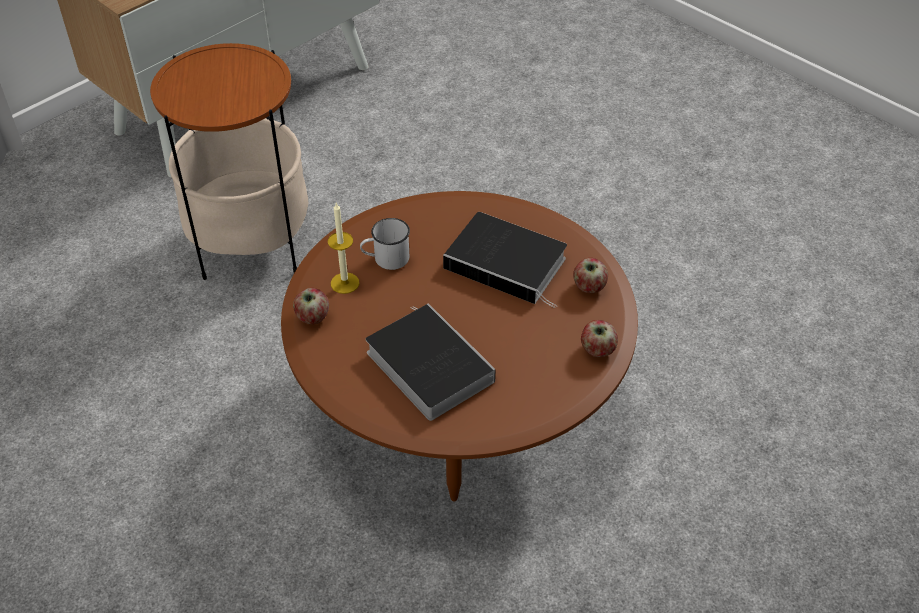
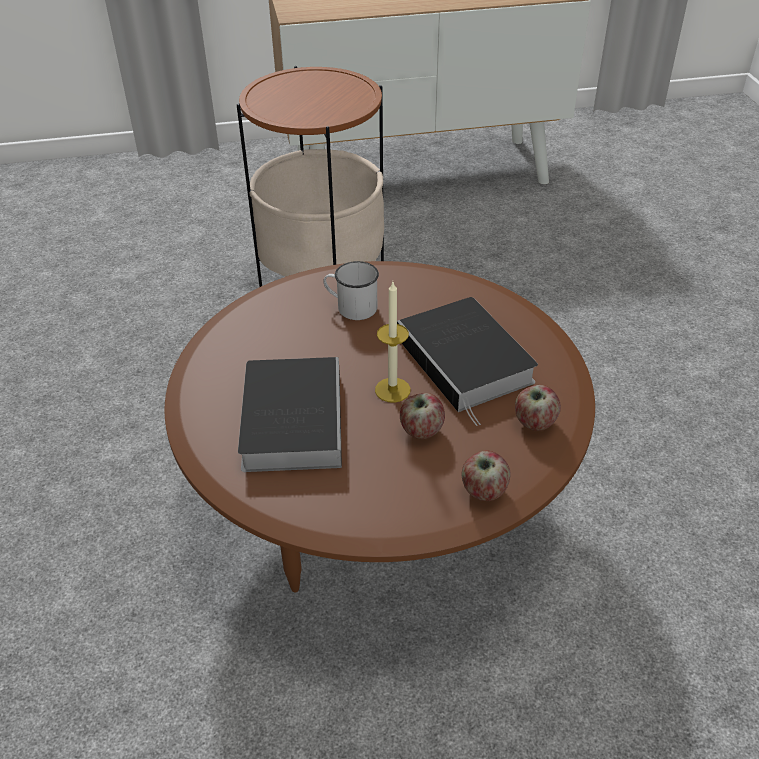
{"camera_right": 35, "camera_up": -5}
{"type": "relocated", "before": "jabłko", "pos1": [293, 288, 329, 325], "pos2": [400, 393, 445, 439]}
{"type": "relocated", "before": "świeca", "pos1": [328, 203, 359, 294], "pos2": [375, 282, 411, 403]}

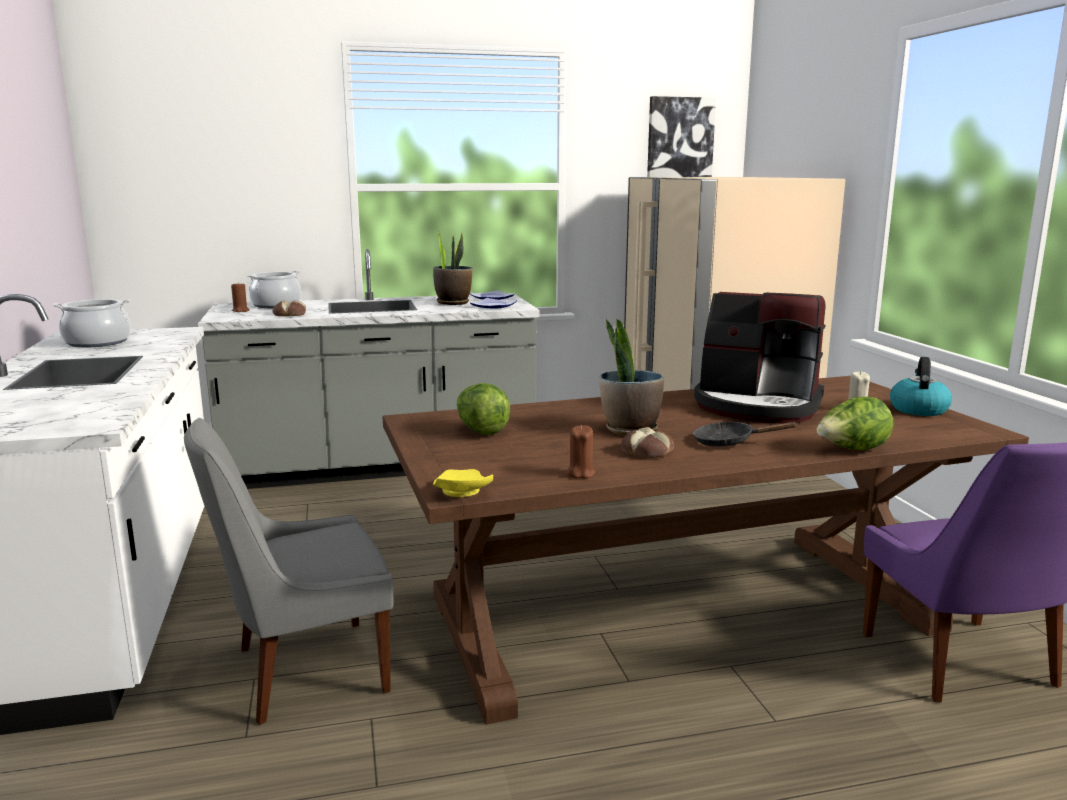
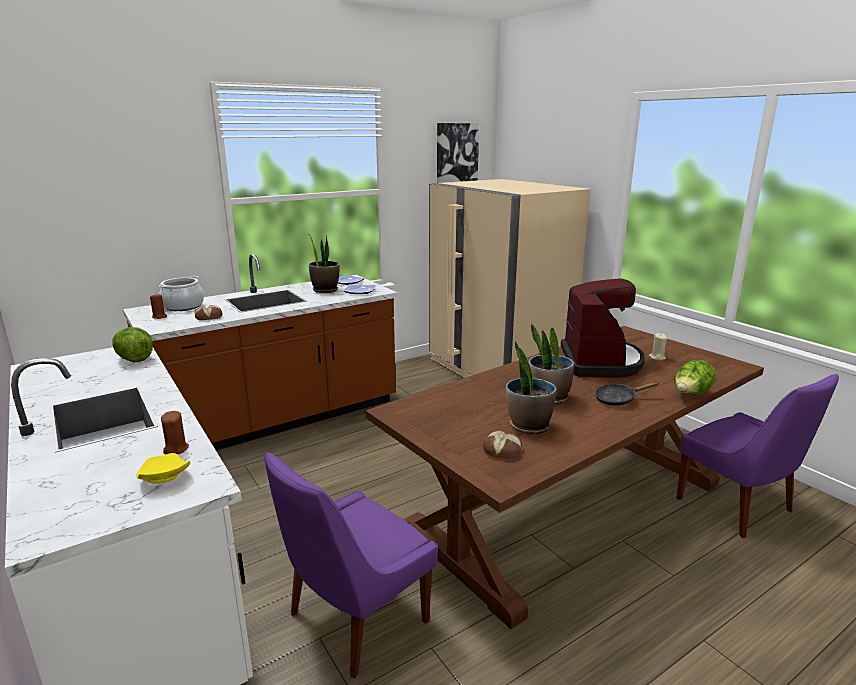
{"camera_right": -20, "camera_up": 5}
{"type": "missing", "before": "garnek", "pos1": [52, 299, 131, 347]}
{"type": "colour", "before": "krzesło/szary", "after": "krzesło/fioletowy", "pos1": [184, 418, 393, 725], "pos2": [264, 452, 438, 679]}
{"type": "colour", "before": "zabudowa kuchenna/szary", "after": "zabudowa kuchenna/brązowy", "pos1": [198, 249, 539, 489], "pos2": [123, 254, 397, 450]}
{"type": "relocated", "before": "talerz/żółty", "pos1": [433, 469, 493, 497], "pos2": [136, 453, 190, 484]}
{"type": "relocated", "before": "sałata", "pos1": [457, 383, 511, 435], "pos2": [112, 327, 153, 362]}
{"type": "relocated", "before": "świeca/brązowy", "pos1": [566, 425, 595, 478], "pos2": [161, 411, 189, 454]}
{"type": "relocated", "before": "chleb", "pos1": [621, 427, 674, 459], "pos2": [483, 430, 522, 459]}
{"type": "spun", "before": "ekspres do kawy", "pos1": [694, 292, 826, 424], "pos2": [561, 278, 645, 378], "turn": -90}
{"type": "missing", "before": "czajnik", "pos1": [890, 357, 952, 416]}
{"type": "appeared", "after": "roślina doniczkowa", "pos2": [506, 341, 557, 434]}

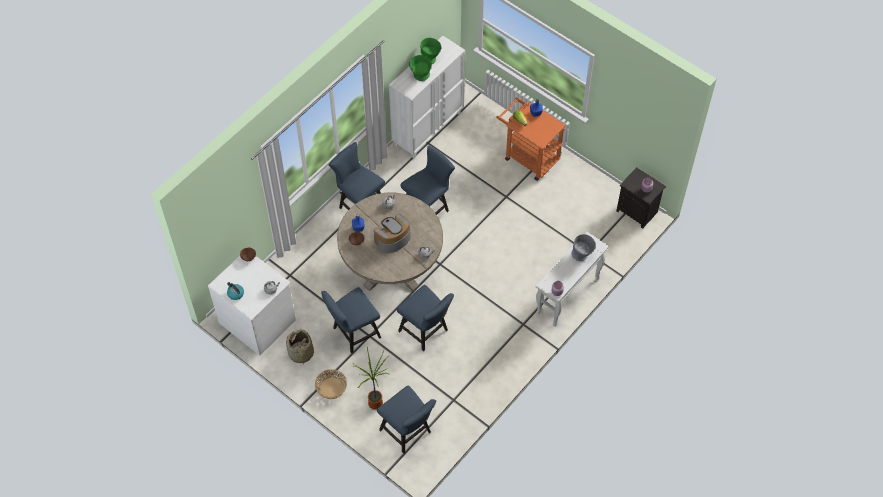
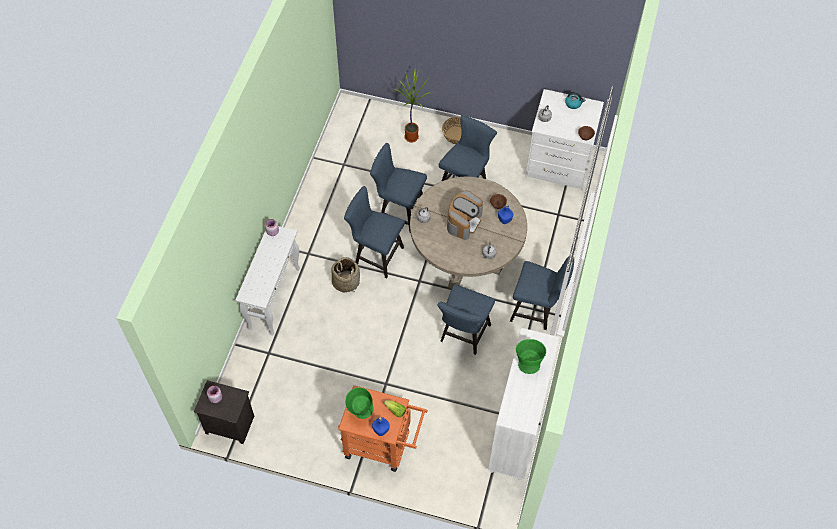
{"camera_right": 155, "camera_up": 0}
{"type": "relocated", "before": "koszyk", "pos1": [286, 329, 314, 366], "pos2": [332, 257, 360, 293]}
{"type": "relocated", "before": "krzesło/niebieski", "pos1": [377, 385, 436, 454], "pos2": [344, 186, 405, 279]}
{"type": "relocated", "before": "miska/zielony", "pos1": [421, 38, 442, 64], "pos2": [345, 388, 374, 419]}
{"type": "missing", "before": "miska/szary", "pos1": [571, 234, 596, 261]}

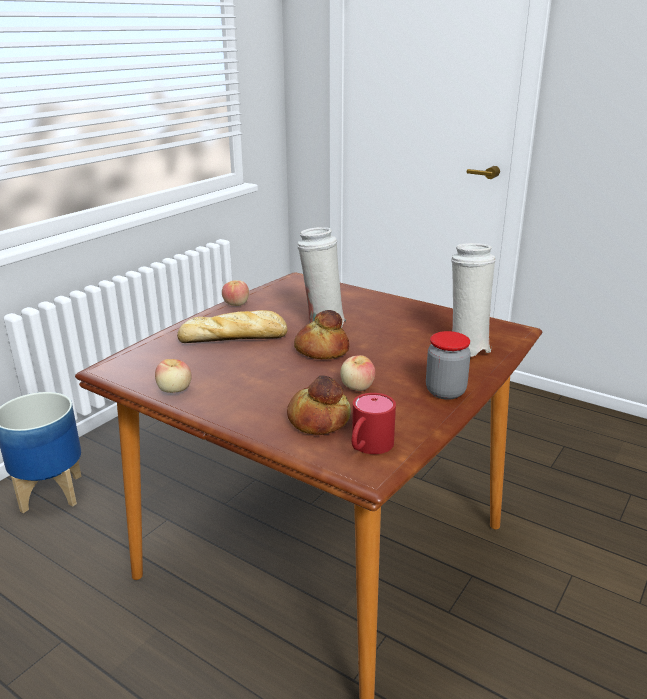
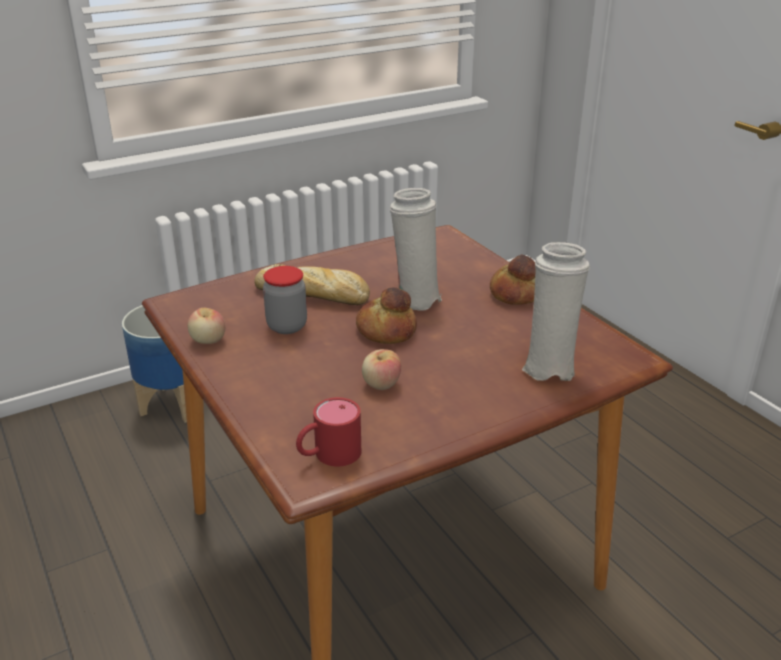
{"camera_right": 25, "camera_up": 5}
{"type": "missing", "before": "jabłko", "pos1": [222, 280, 249, 306]}
{"type": "relocated", "before": "chleb", "pos1": [287, 376, 351, 435], "pos2": [490, 254, 536, 305]}
{"type": "relocated", "before": "słoik", "pos1": [426, 331, 471, 400], "pos2": [263, 266, 307, 334]}

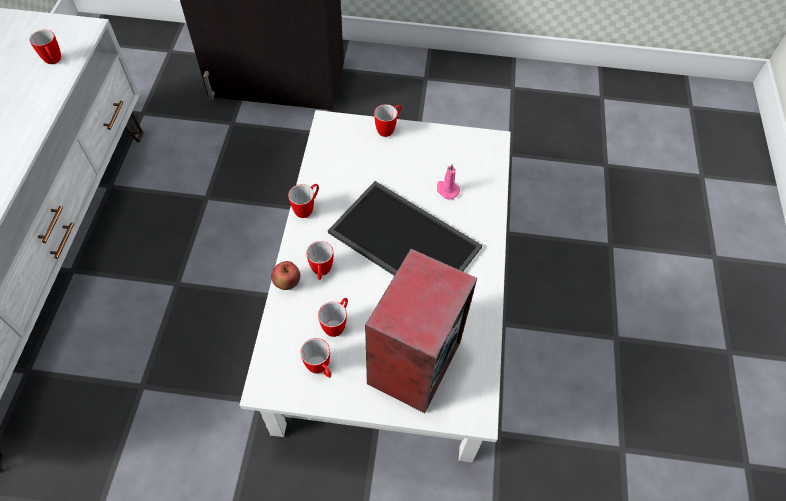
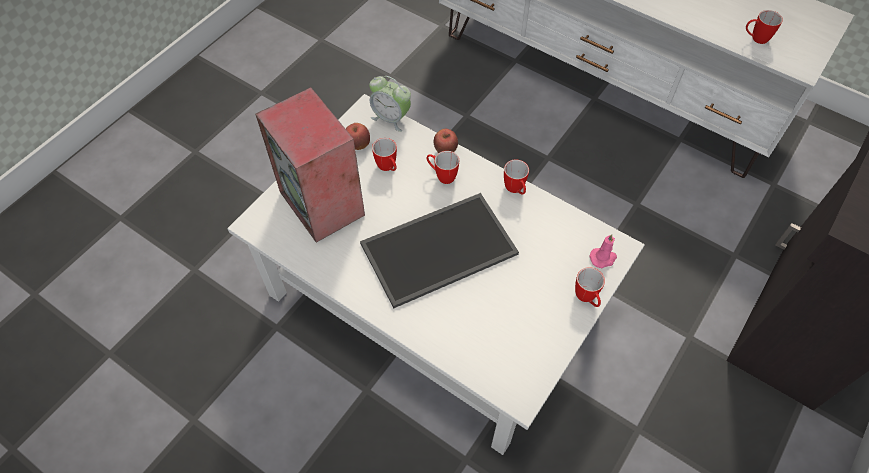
{"camera_right": 120, "camera_up": 0}
{"type": "exchanged", "before": "kubek", "after": "jabłko", "pos1": [300, 338, 331, 378], "pos2": [346, 123, 370, 150]}
{"type": "relocated", "before": "świeca/różowy", "pos1": [437, 164, 460, 199], "pos2": [590, 234, 617, 268]}
{"type": "appeared", "after": "budzik", "pos2": [369, 76, 411, 132]}

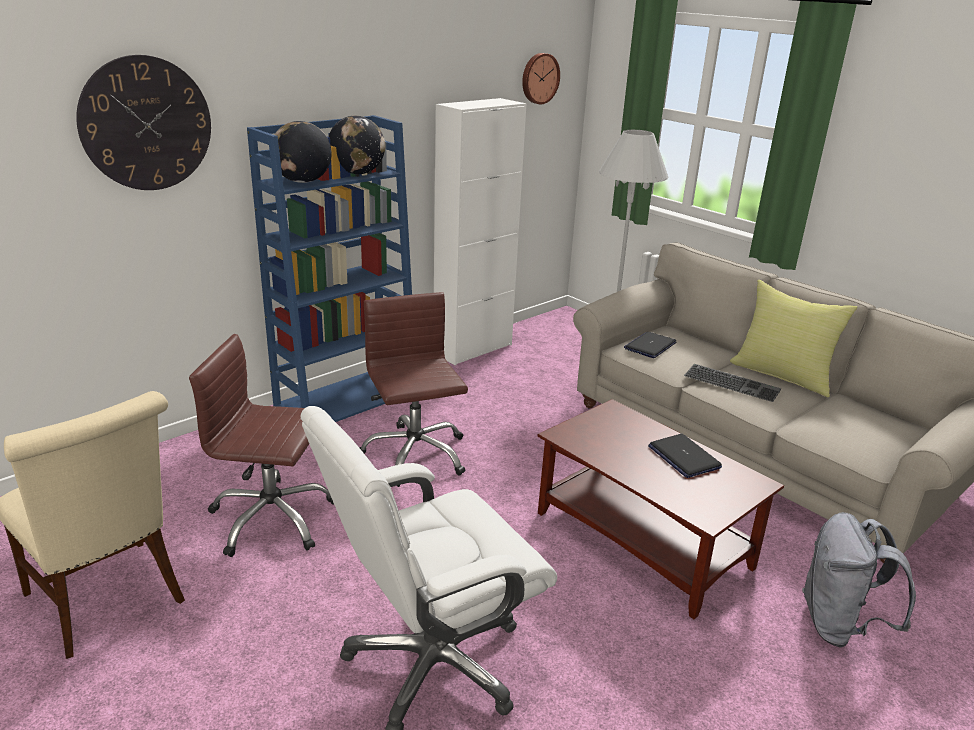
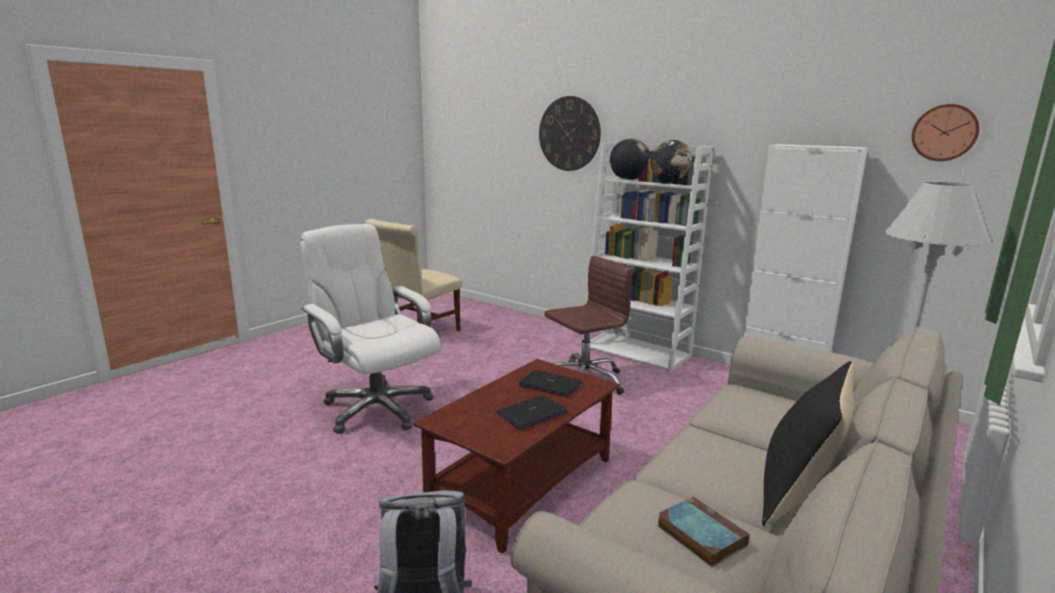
{"camera_right": 80, "camera_up": -10}
{"type": "missing", "before": "krzesło biurowe/brązowy", "pos1": [189, 334, 334, 557]}
{"type": "colour", "before": "regał/niebieski", "after": "regał/biały", "pos1": [247, 115, 412, 422], "pos2": [583, 142, 714, 373]}
{"type": "relocated", "before": "laptop", "pos1": [624, 332, 676, 358], "pos2": [519, 370, 582, 397]}
{"type": "missing", "before": "klawiatura", "pos1": [684, 364, 781, 402]}
{"type": "colour", "before": "poduszka/żółty", "after": "poduszka/czarny", "pos1": [730, 280, 858, 397], "pos2": [762, 361, 854, 527]}
{"type": "appeared", "after": "książka", "pos2": [658, 497, 749, 568]}

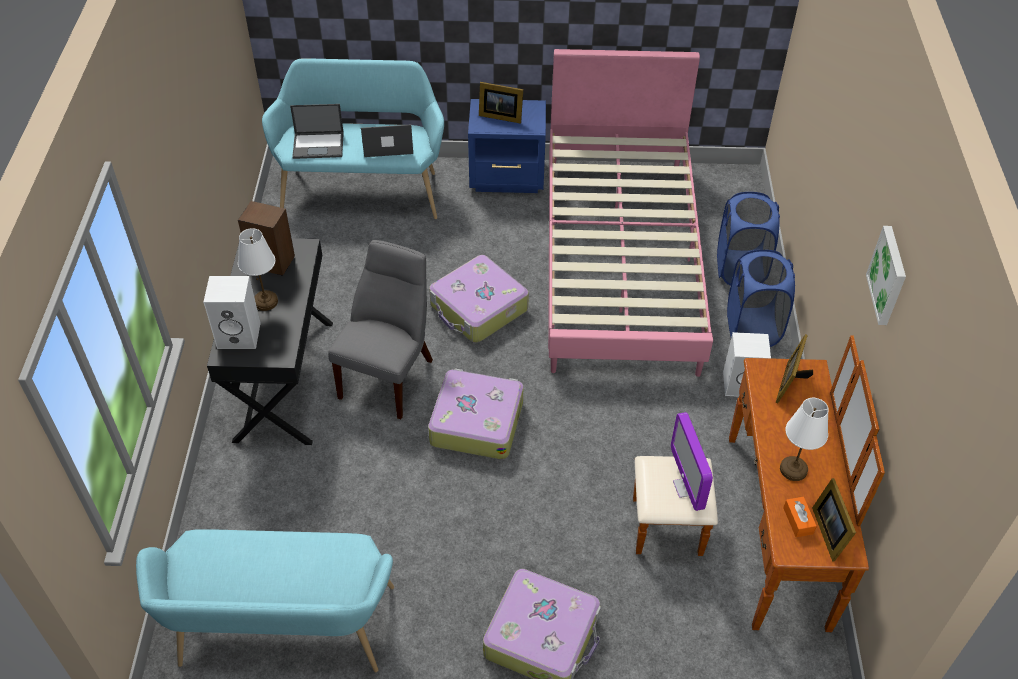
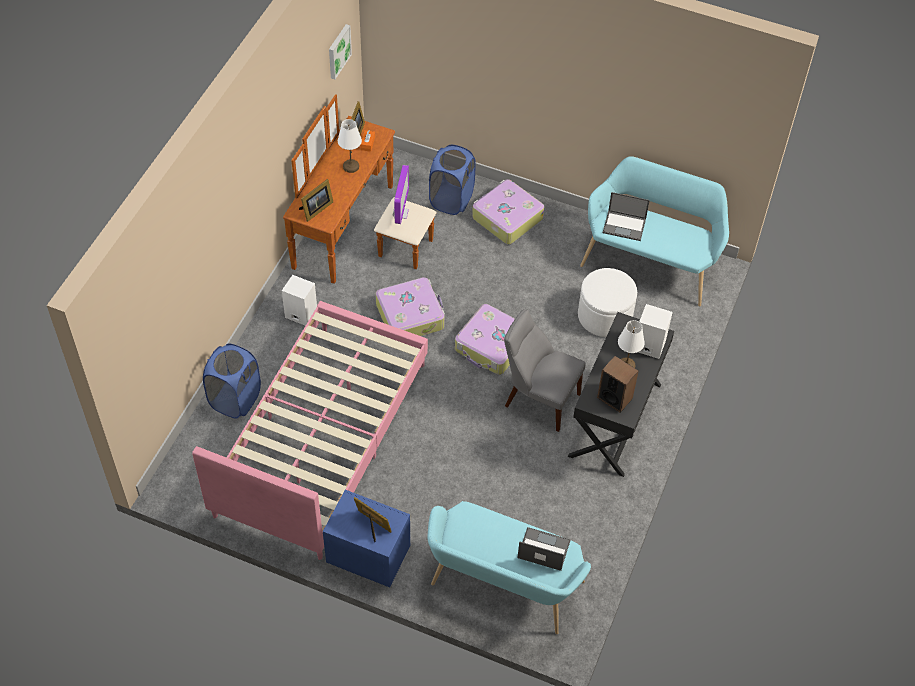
{"camera_right": -160, "camera_up": 5}
{"type": "spun", "before": "krzesło/szary", "pos1": [328, 240, 433, 419], "pos2": [504, 309, 586, 432], "turn": 75}
{"type": "relocated", "before": "laptop", "pos1": [361, 125, 413, 157], "pos2": [603, 192, 650, 241]}
{"type": "relocated", "before": "walizka", "pos1": [429, 255, 529, 343], "pos2": [376, 277, 445, 336]}
{"type": "relocated", "before": "kosz na pranie/niebieski", "pos1": [727, 250, 795, 347], "pos2": [429, 145, 476, 215]}
{"type": "relocated", "before": "obraz", "pos1": [866, 226, 906, 325], "pos2": [329, 24, 352, 79]}
{"type": "appeared", "after": "pufa/biały", "pos2": [578, 268, 637, 337]}

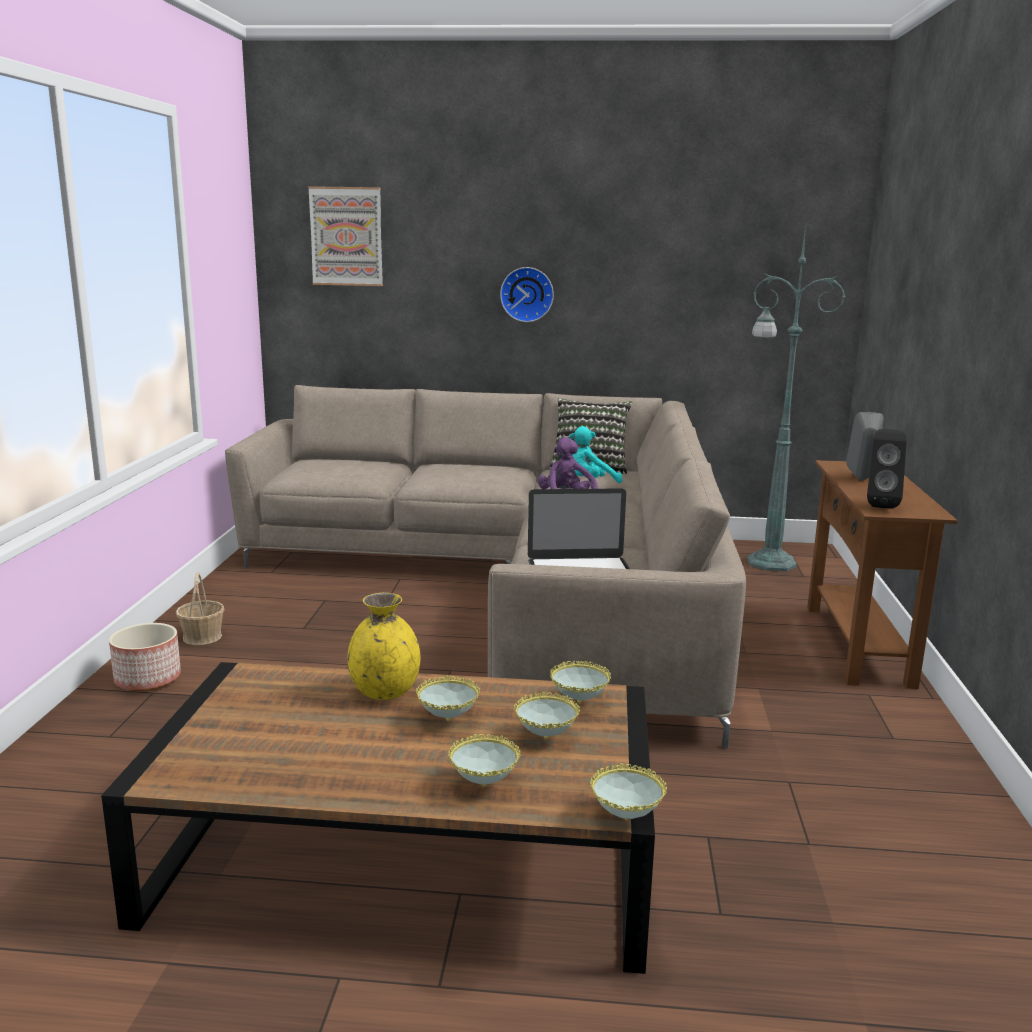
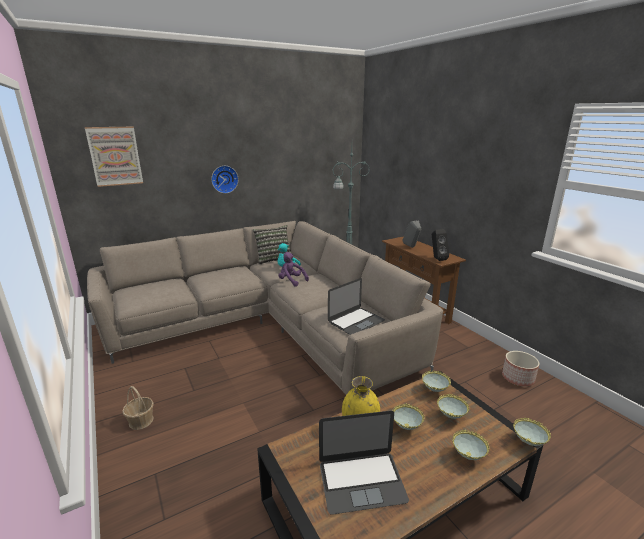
{"camera_right": -35, "camera_up": 5}
{"type": "relocated", "before": "donica", "pos1": [109, 623, 181, 691], "pos2": [502, 351, 539, 387]}
{"type": "appeared", "after": "laptop", "pos2": [319, 411, 409, 515]}

